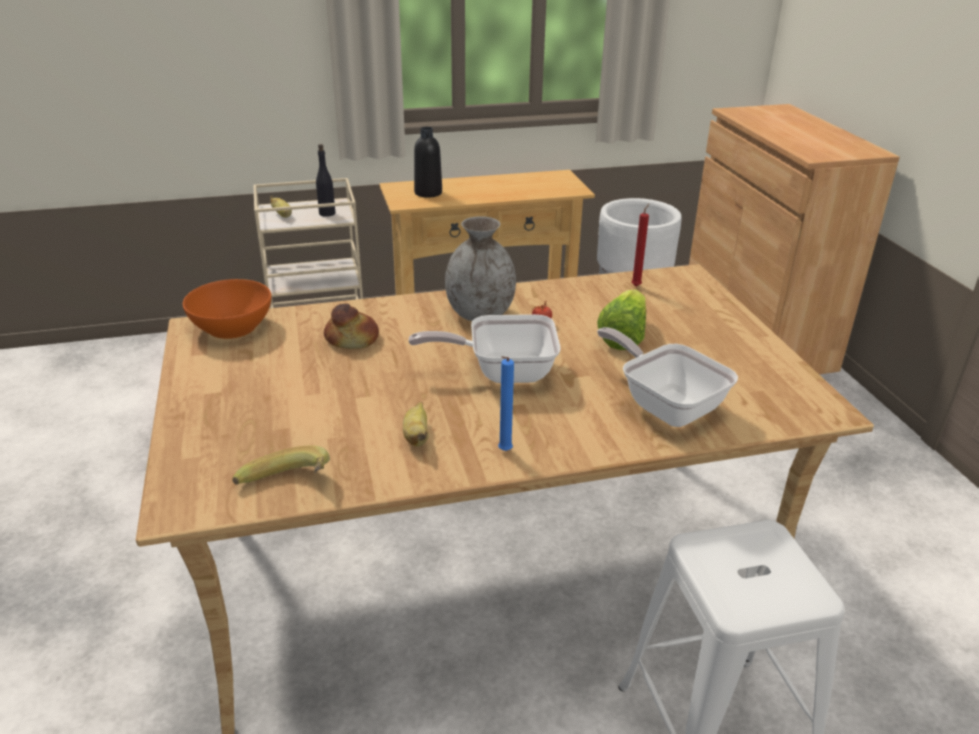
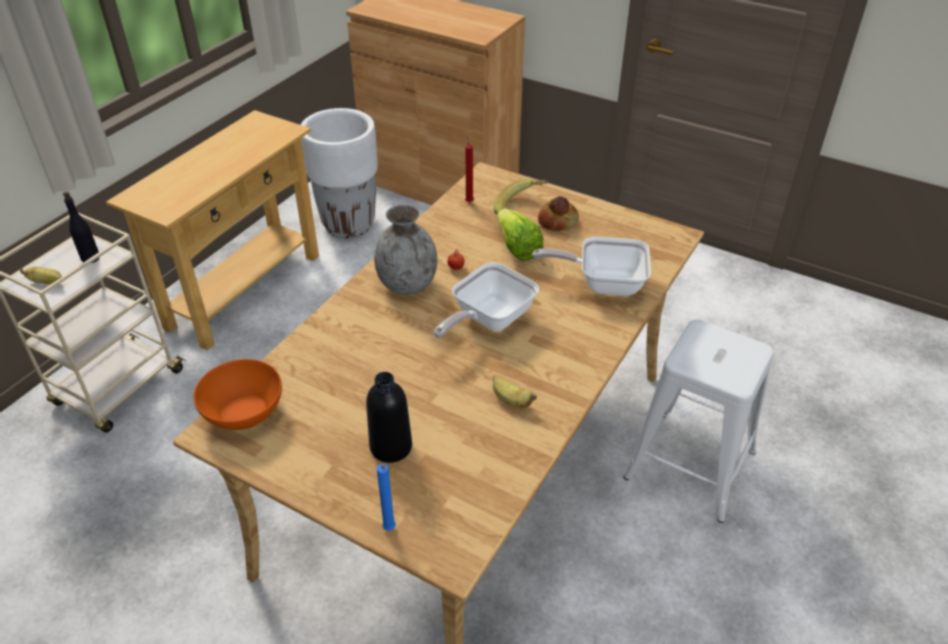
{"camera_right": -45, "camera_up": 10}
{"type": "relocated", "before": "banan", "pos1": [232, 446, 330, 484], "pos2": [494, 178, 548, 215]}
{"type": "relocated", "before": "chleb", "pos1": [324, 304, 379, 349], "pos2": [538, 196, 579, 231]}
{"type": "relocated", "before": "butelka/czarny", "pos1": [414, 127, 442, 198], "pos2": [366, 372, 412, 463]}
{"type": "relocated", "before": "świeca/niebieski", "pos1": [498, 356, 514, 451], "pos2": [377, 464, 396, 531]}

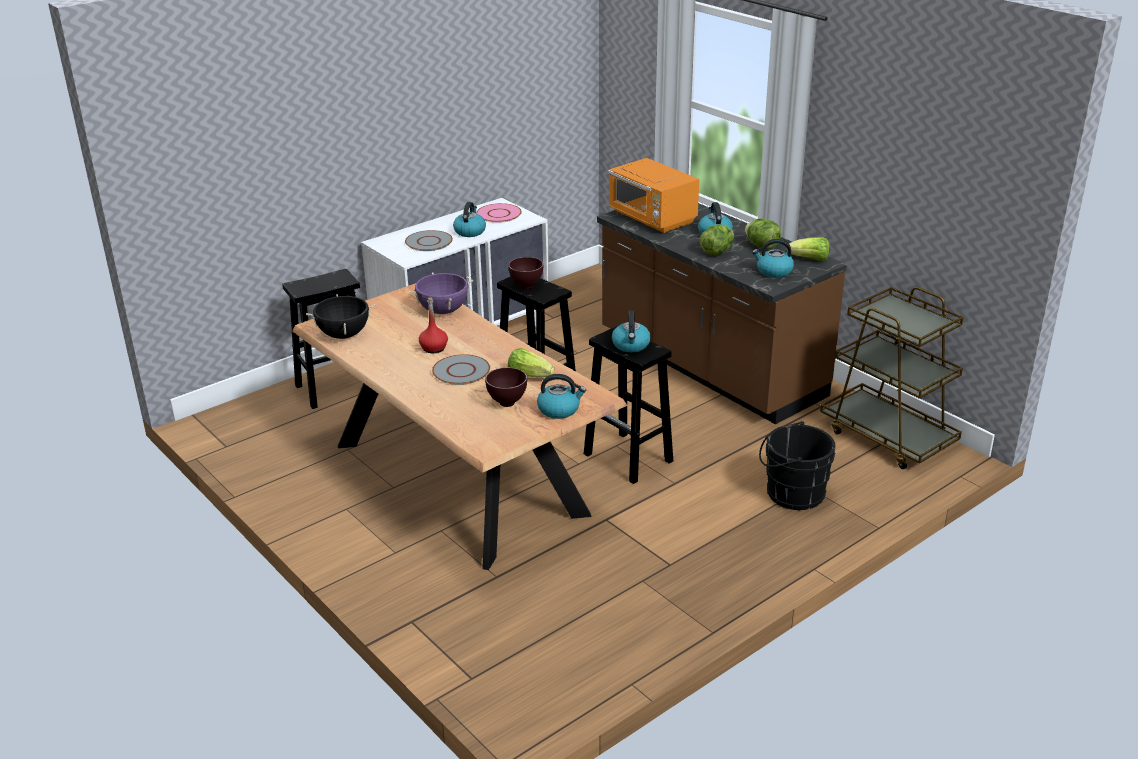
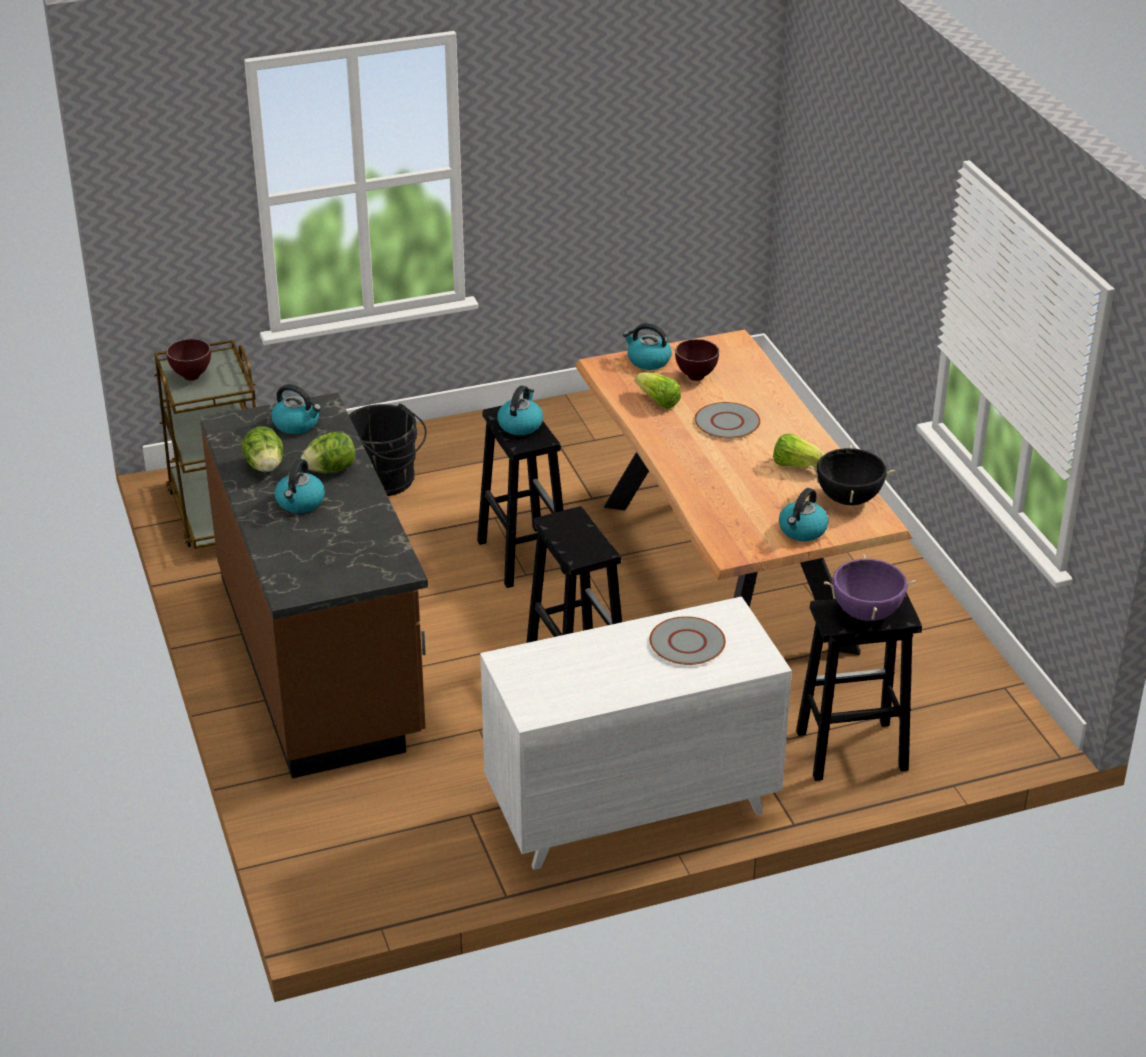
{"camera_right": -160, "camera_up": 5}
{"type": "relocated", "before": "garnek/fioletowy", "pos1": [409, 272, 473, 314], "pos2": [824, 554, 916, 621]}
{"type": "missing", "before": "butelka/czerwony", "pos1": [419, 297, 448, 353]}
{"type": "relocated", "before": "czajnik", "pos1": [453, 202, 486, 237], "pos2": [779, 488, 829, 541]}
{"type": "missing", "before": "talerz/różowy", "pos1": [476, 203, 522, 223]}
{"type": "relocated", "before": "miska/brązowy", "pos1": [508, 257, 543, 289], "pos2": [166, 339, 211, 381]}
{"type": "missing", "before": "mikrofalówka/pomarańczowy", "pos1": [608, 158, 699, 233]}
{"type": "relocated", "before": "sałata", "pos1": [787, 237, 830, 261], "pos2": [773, 434, 825, 469]}

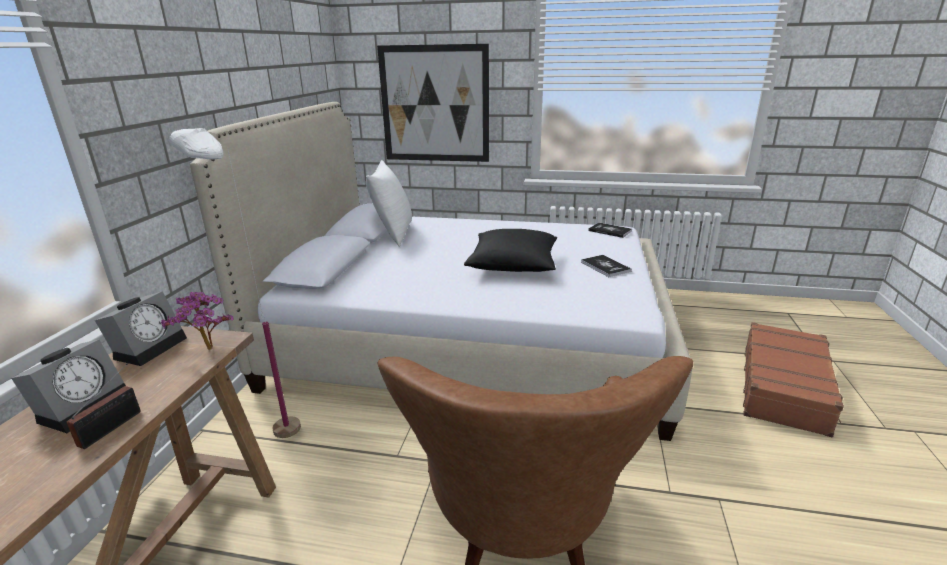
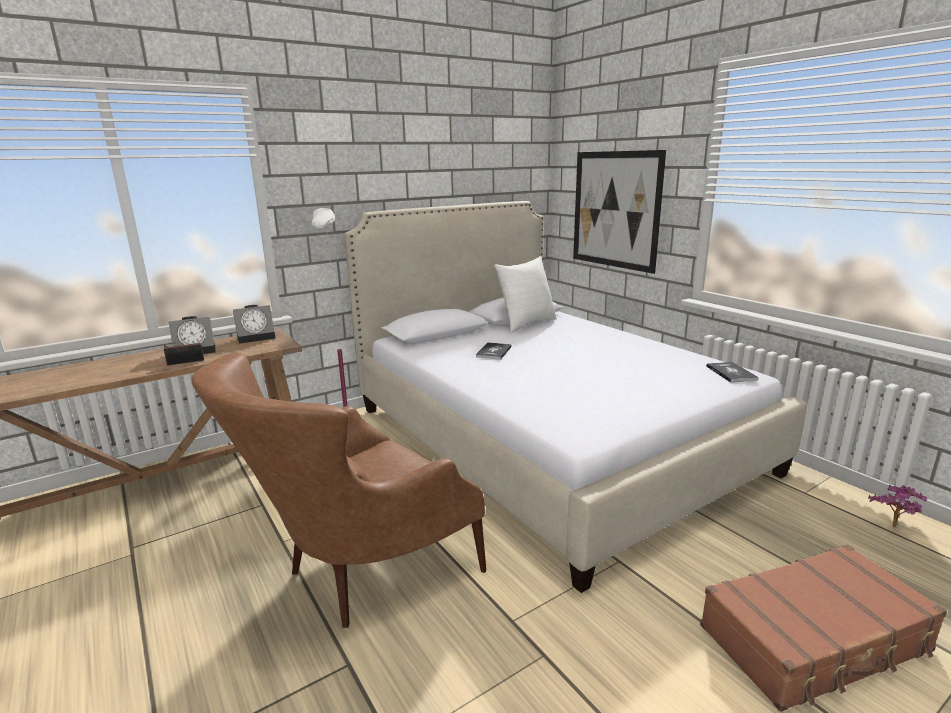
{"camera_right": 45, "camera_up": -5}
{"type": "relocated", "before": "roślina doniczkowa", "pos1": [161, 292, 234, 350], "pos2": [868, 484, 927, 528]}
{"type": "missing", "before": "poduszka/czarny", "pos1": [464, 229, 557, 272]}
{"type": "relocated", "before": "książka", "pos1": [581, 255, 632, 277], "pos2": [476, 342, 512, 360]}

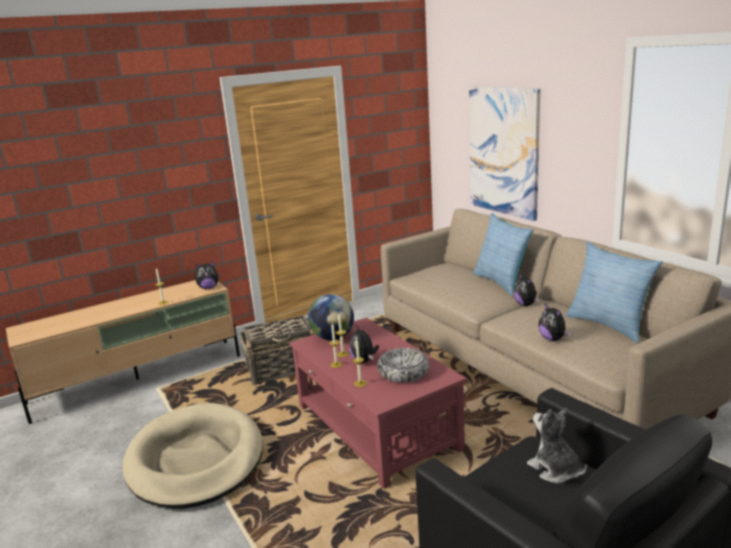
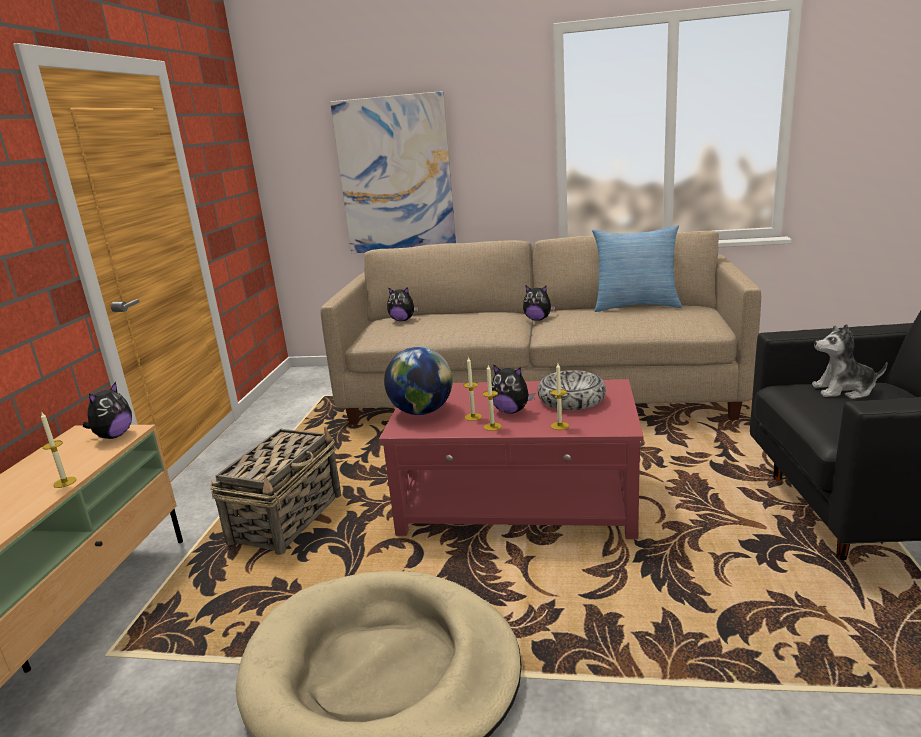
{"camera_right": -50, "camera_up": 0}
{"type": "missing", "before": "poduszka", "pos1": [473, 213, 534, 296]}
{"type": "relocated", "before": "pluszak", "pos1": [538, 304, 570, 341], "pos2": [387, 287, 419, 321]}

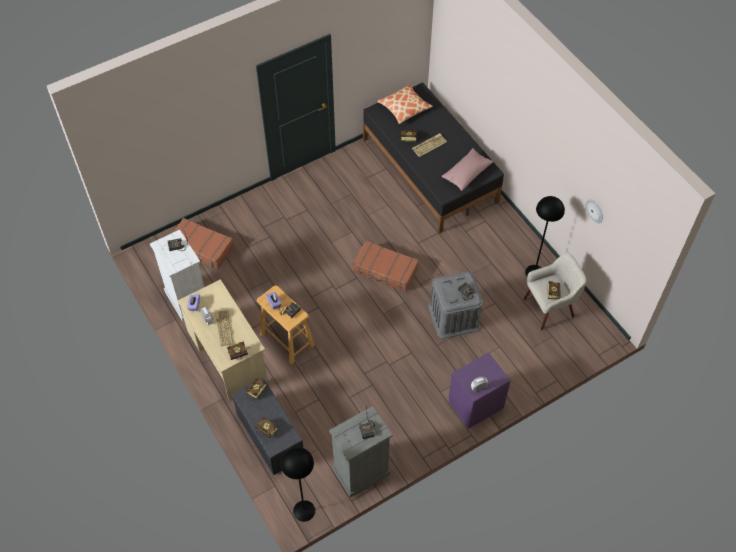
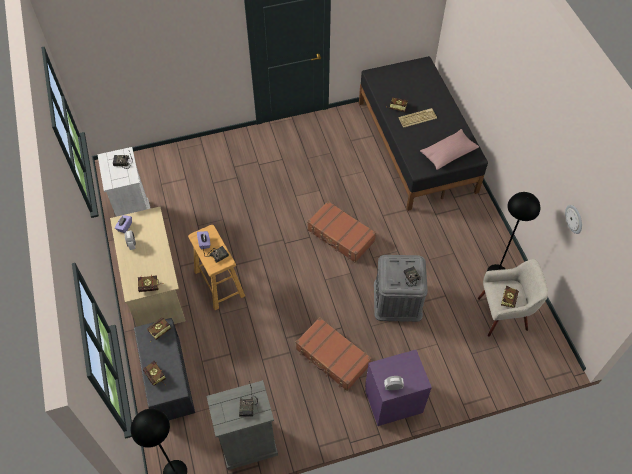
{"camera_right": 15, "camera_up": 0}
{"type": "relocated", "before": "walizka/brązowy", "pos1": [174, 218, 234, 269], "pos2": [296, 317, 372, 391]}
{"type": "missing", "before": "klawiatura", "pos1": [215, 310, 235, 346]}
{"type": "missing", "before": "poduszka", "pos1": [377, 84, 433, 124]}

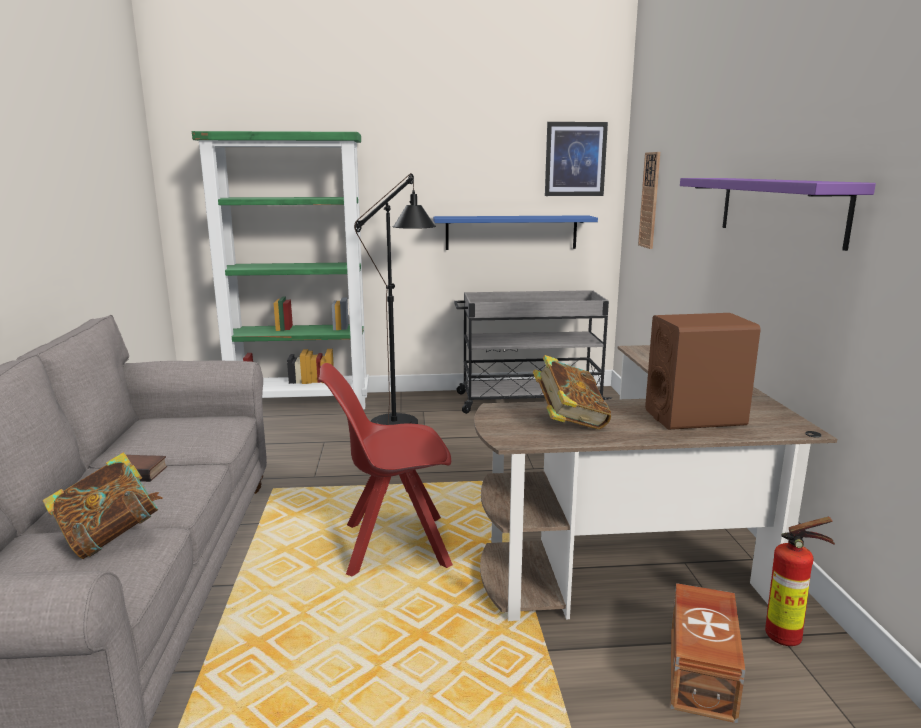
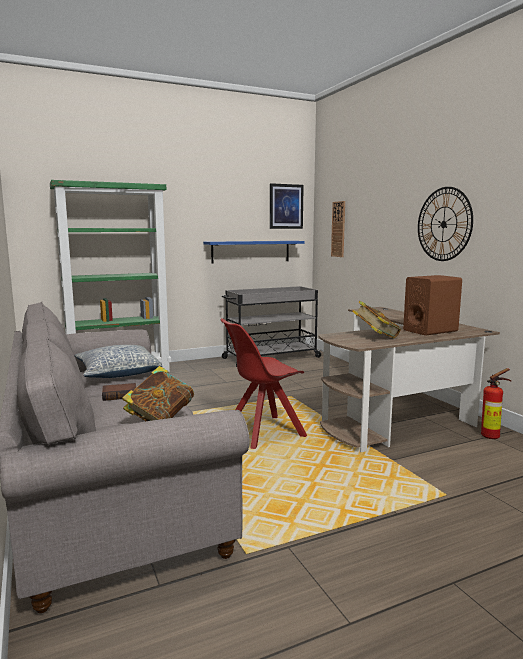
{"camera_right": -20, "camera_up": -5}
{"type": "missing", "before": "lampa stojąca/czarny", "pos1": [354, 173, 436, 425]}
{"type": "missing", "before": "pojemnik do przechowywania/brązowy", "pos1": [671, 583, 745, 723]}
{"type": "exchanged", "before": "półka/fioletowy", "after": "zegar ścienny", "pos1": [680, 178, 876, 251], "pos2": [418, 187, 473, 261]}
{"type": "appeared", "after": "poduszka", "pos2": [75, 345, 162, 378]}

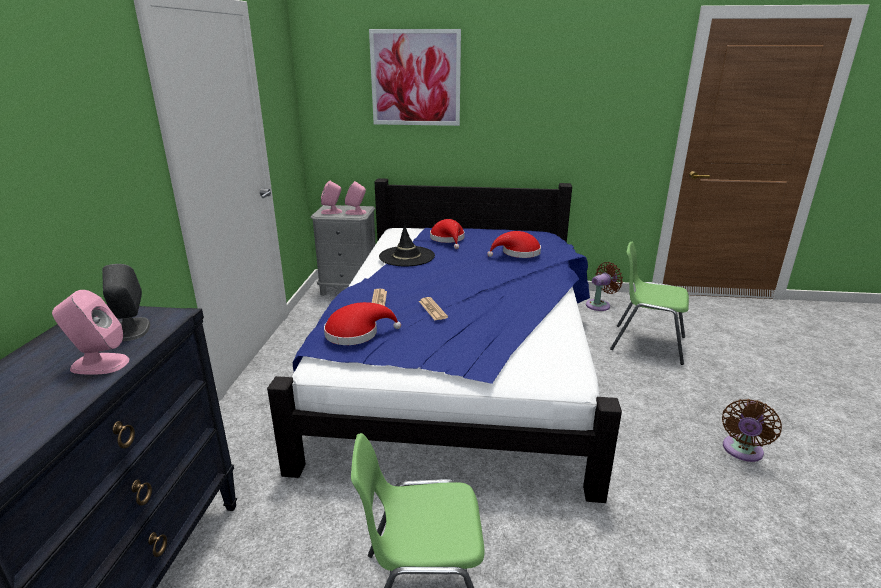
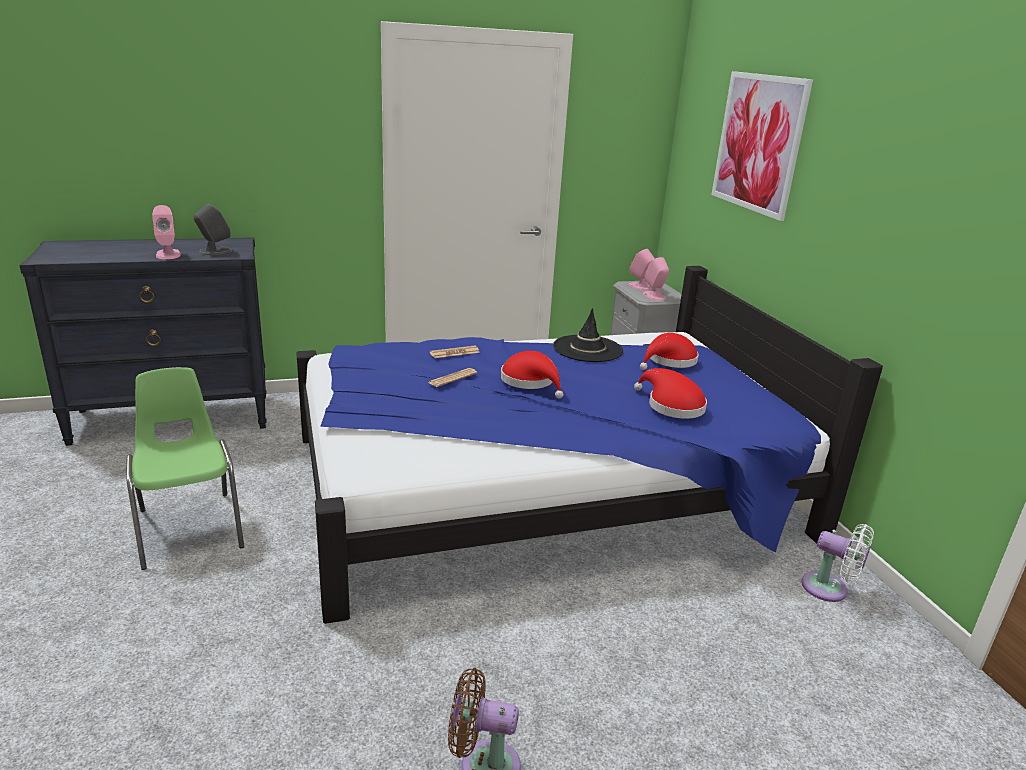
{"camera_right": 65, "camera_up": 0}
{"type": "relocated", "before": "kapelusz/czerwony", "pos1": [324, 302, 401, 345], "pos2": [501, 351, 563, 398]}
{"type": "colour", "before": "wentylator/brązowy", "after": "wentylator/biały", "pos1": [586, 262, 623, 311], "pos2": [801, 524, 874, 602]}
{"type": "missing", "before": "krzesło/zielony", "pos1": [610, 242, 689, 365]}

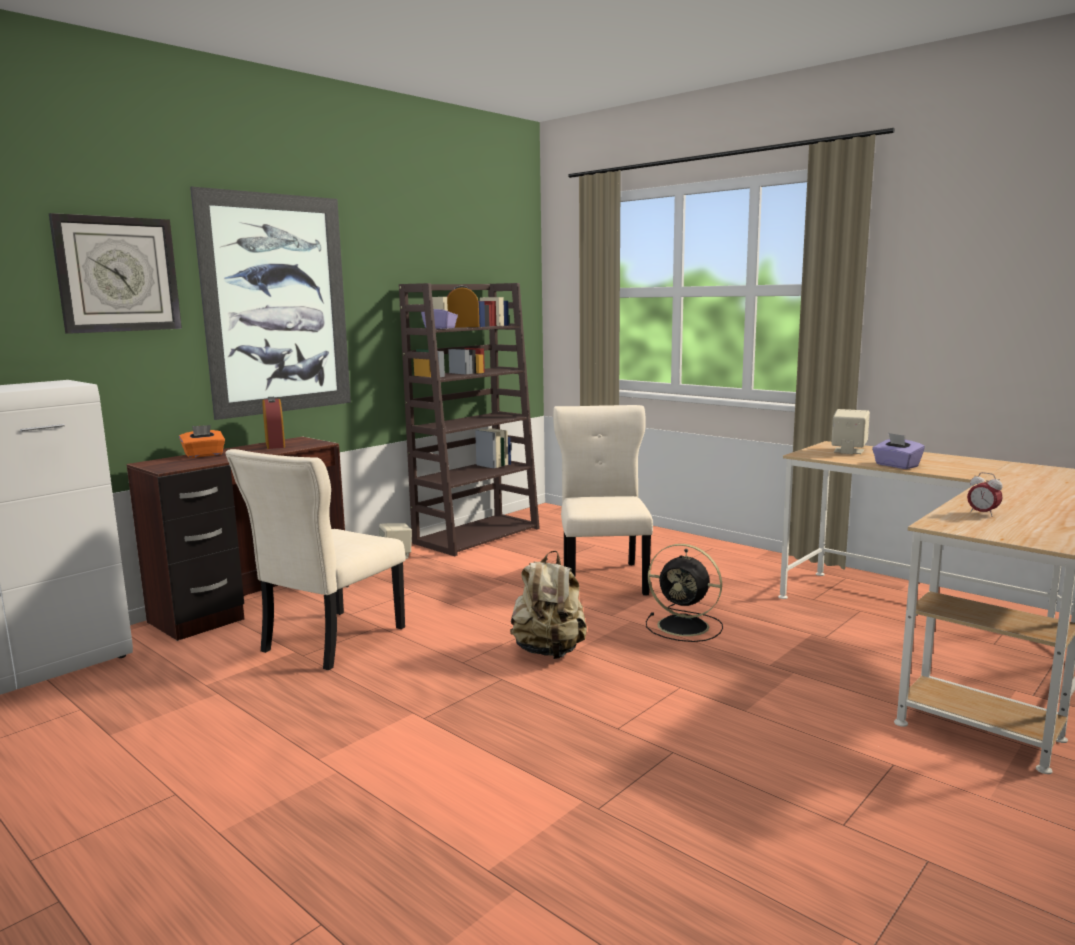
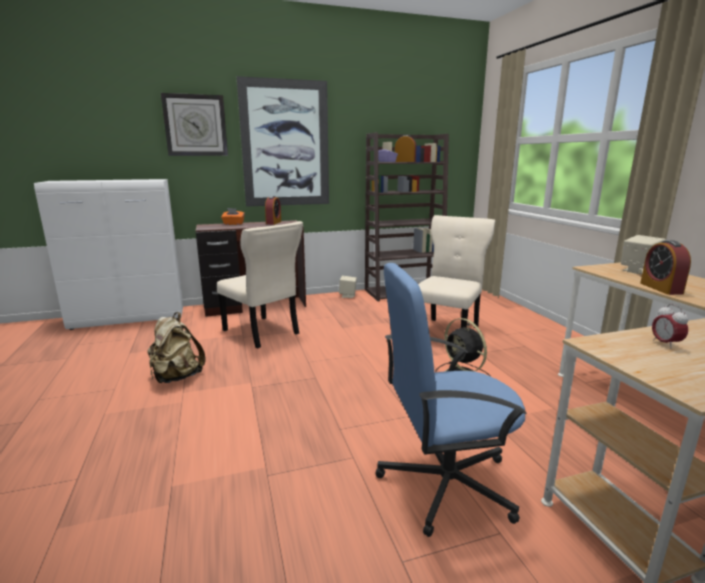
{"camera_right": 30, "camera_up": 5}
{"type": "spun", "before": "krzesło/beżowy", "pos1": [225, 449, 406, 670], "pos2": [217, 221, 303, 349], "turn": -105}
{"type": "relocated", "before": "plecak/beżowy", "pos1": [510, 551, 587, 659], "pos2": [147, 312, 206, 383]}
{"type": "exchanged", "before": "pudełko chusteczek/fioletowy", "after": "budzik", "pos1": [872, 433, 925, 469], "pos2": [640, 240, 691, 295]}
{"type": "appeared", "after": "krzesło biurowe/niebieski", "pos2": [375, 263, 527, 537]}

